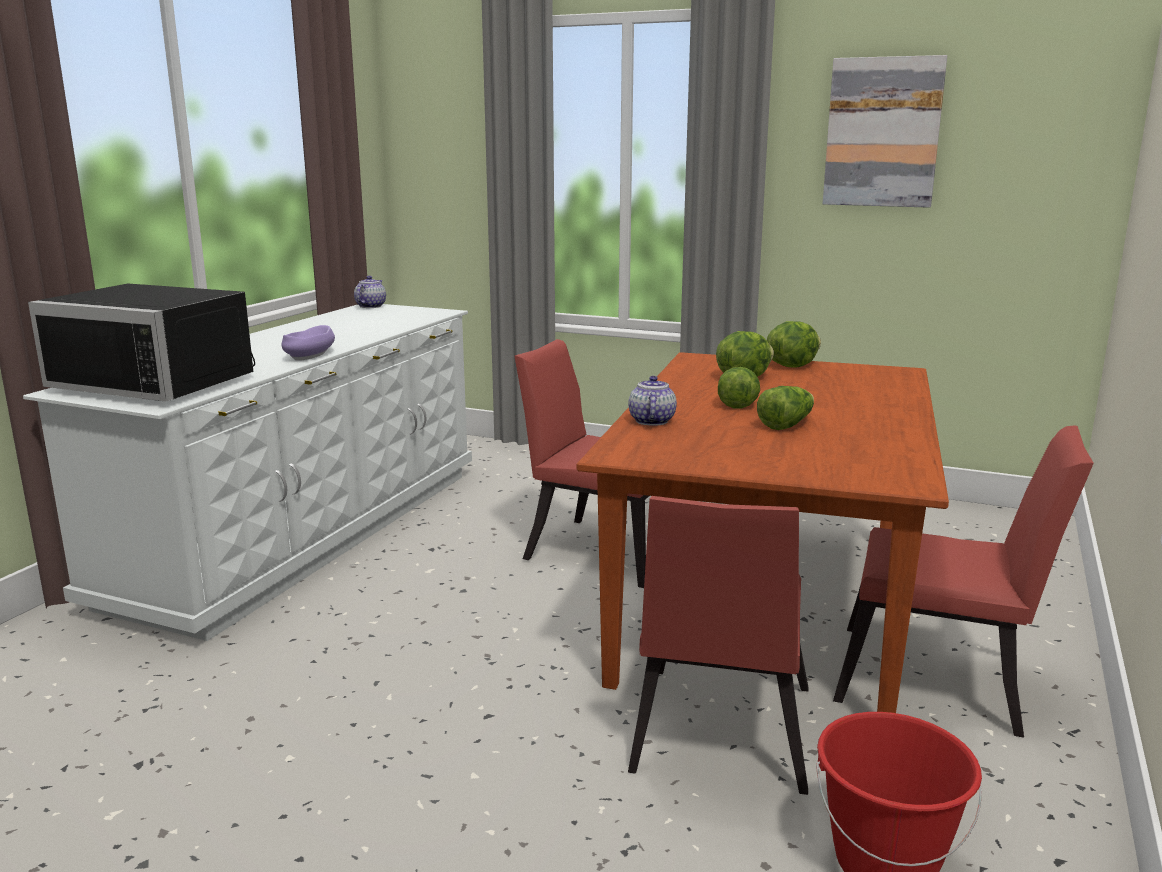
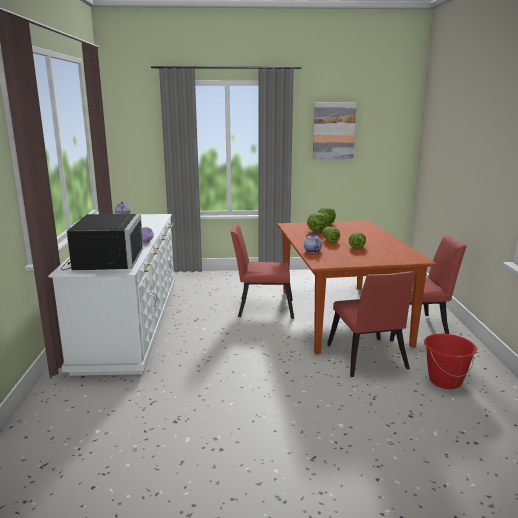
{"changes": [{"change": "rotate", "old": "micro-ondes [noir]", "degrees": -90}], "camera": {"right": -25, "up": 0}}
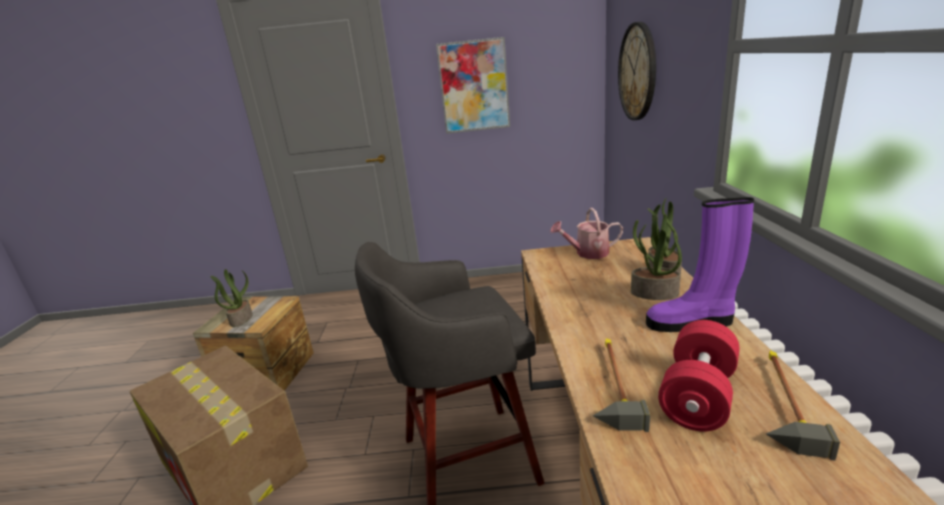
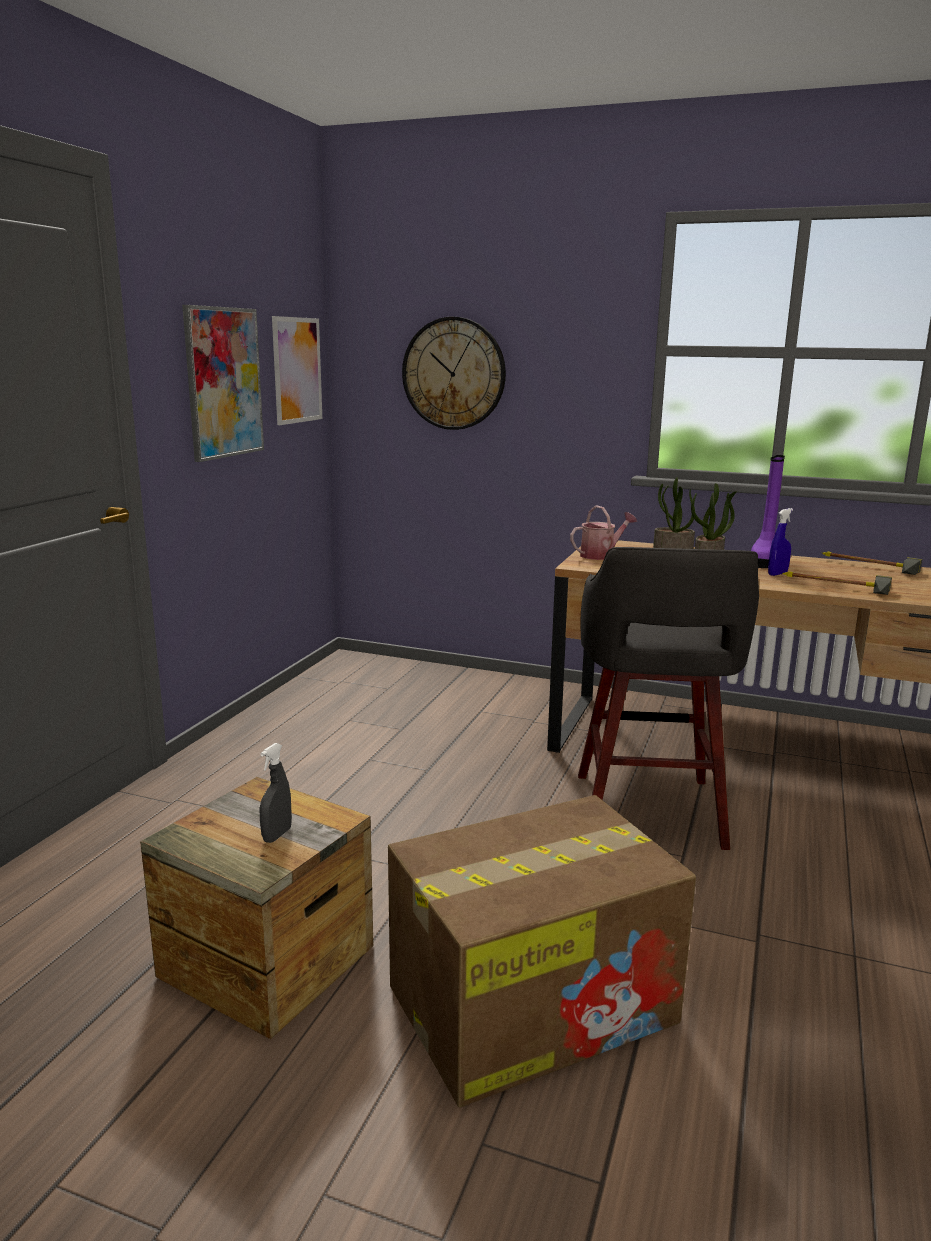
{"changes": [{"change": "replace", "old": "plante en pot (1st from left)", "new": "vaporisateur [gris]"}, {"change": "insert", "new": "tableau (2nd from left)"}, {"change": "rotate", "old": "arrosoir", "degrees": -135}, {"change": "insert", "new": "vaporisateur [bleu]"}, {"change": "delete", "old": "haltère [rouge]"}], "camera": {"right": -70, "up": -5}}
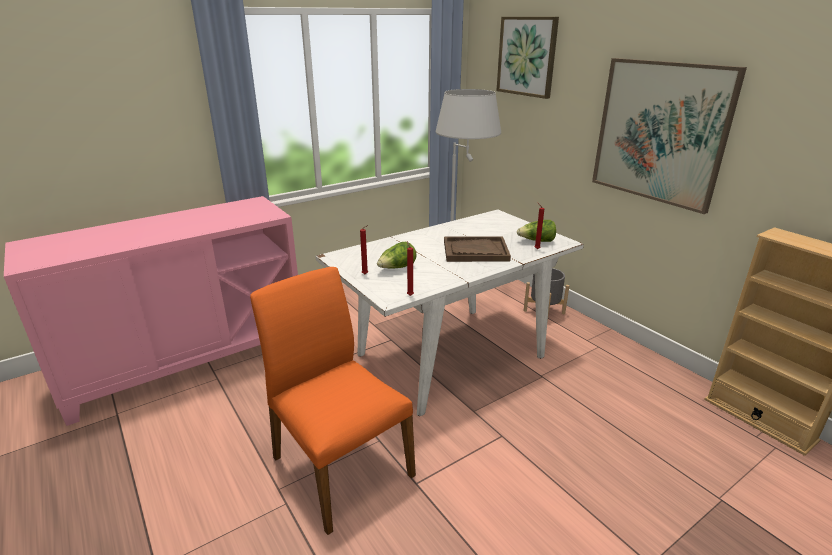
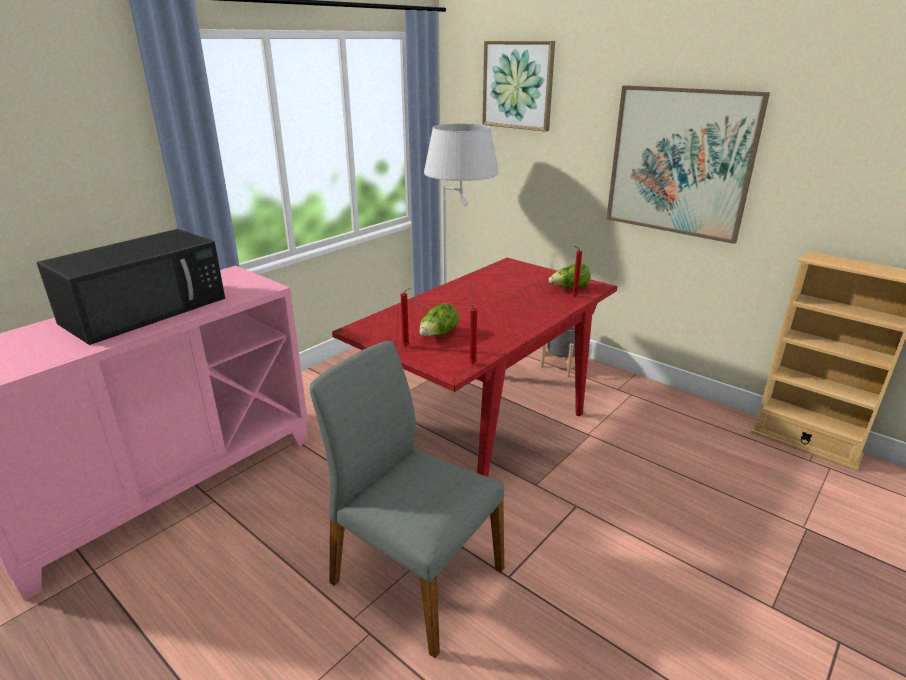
{"changes": [{"change": "insert", "new": "micro-ondes [noir]"}, {"change": "recolor", "old": "chaise [orange]", "new": "chaise [gris]"}, {"change": "recolor", "old": "table à manger [blanc]", "new": "table à manger [rouge]"}, {"change": "delete", "old": "plateau [marron]"}], "camera": {"right": -15, "up": 0}}
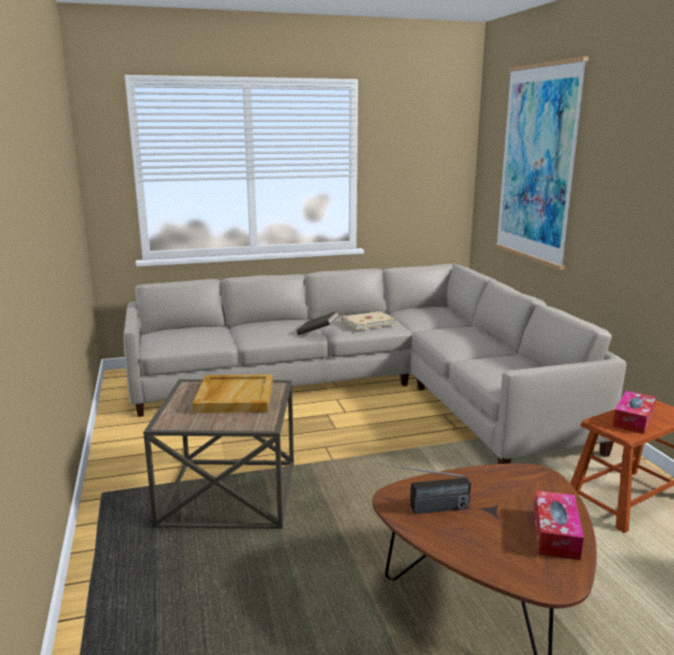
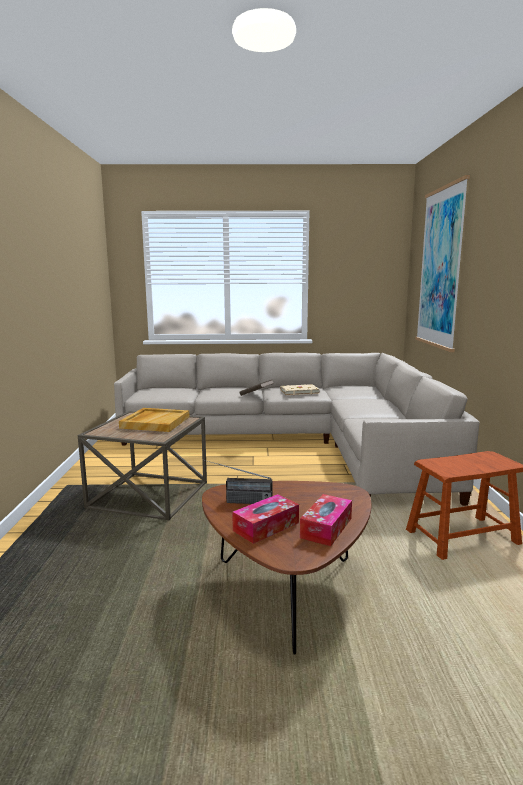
{"changes": [{"change": "move", "old": "boîte à mouchoirs (2nd from left in the first image)", "new": "boîte à mouchoirs (1st from left)"}], "camera": {"right": 15, "up": -5}}
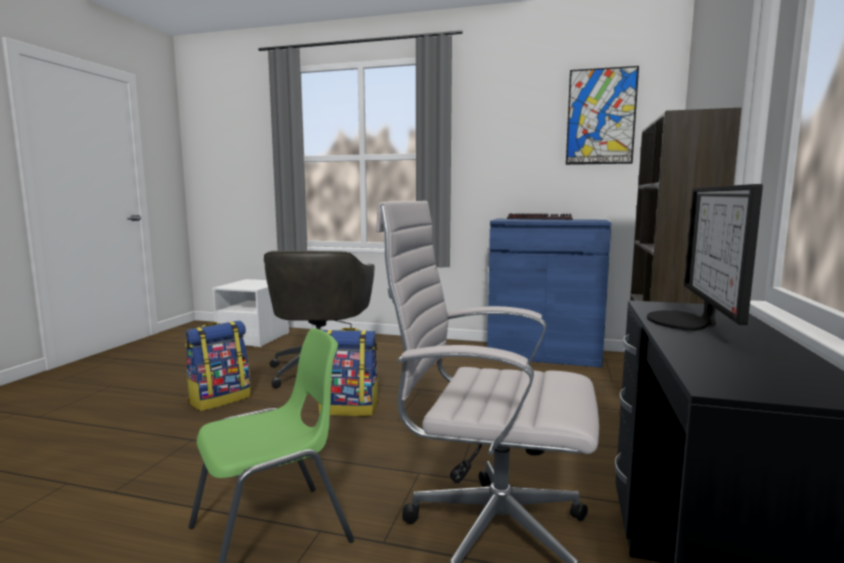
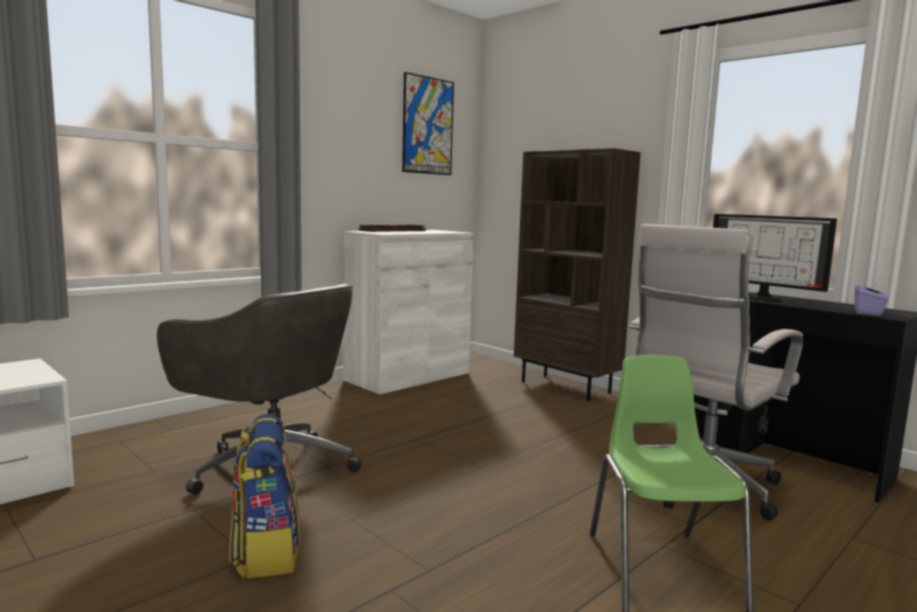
{"changes": [{"change": "recolor", "old": "meuble de rangement [bleu]", "new": "meuble de rangement [blanc]"}, {"change": "insert", "new": "boîte à mouchoirs [violet]"}, {"change": "delete", "old": "sac à dos (2nd from left)"}], "camera": {"right": -60, "up": 0}}
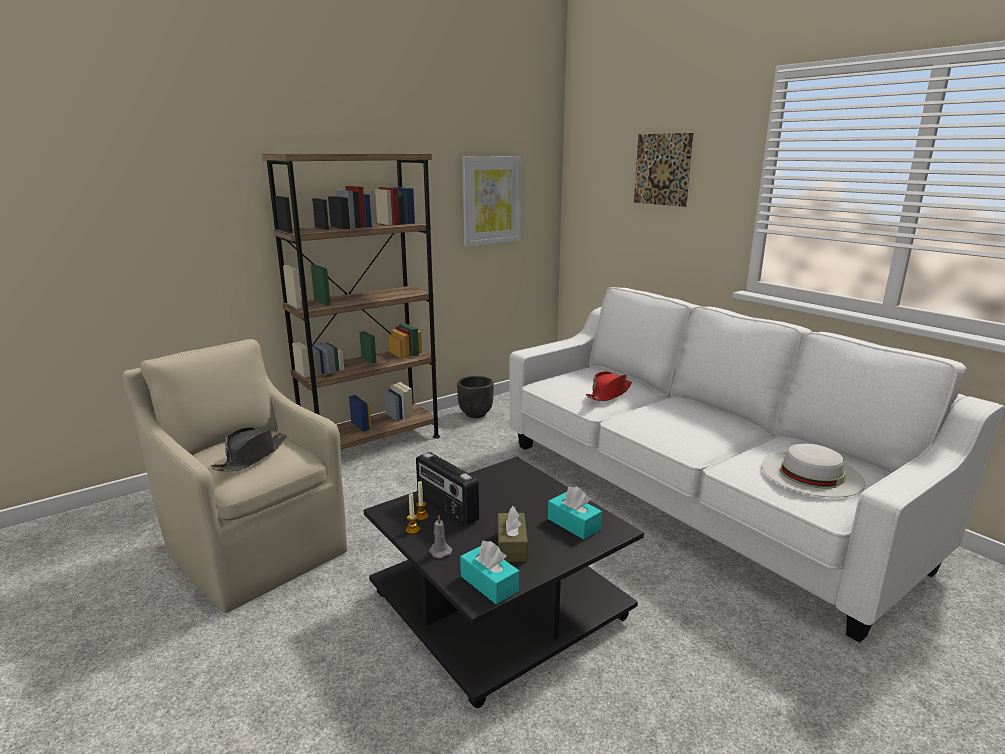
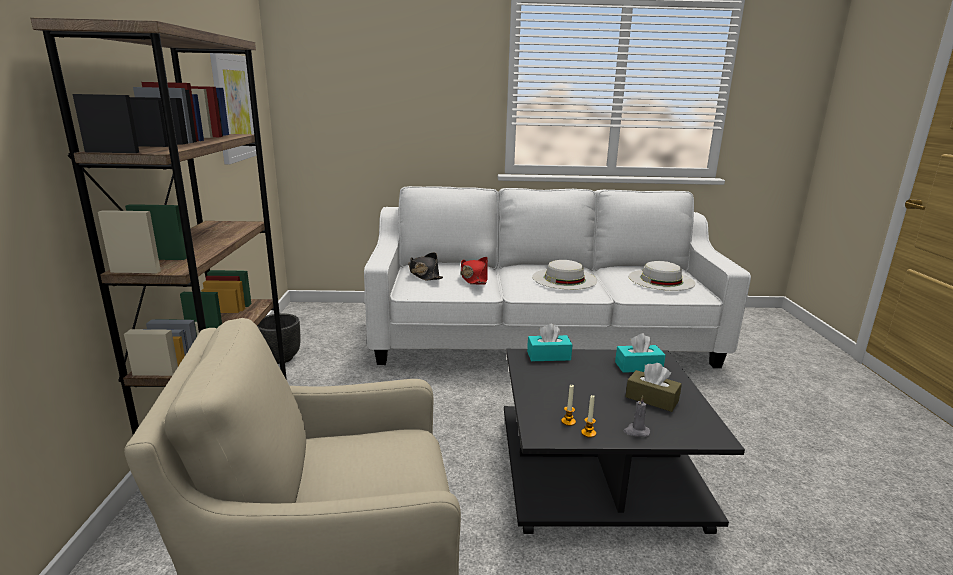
{"changes": [{"change": "move", "old": "chapeau [noir]"}, {"change": "move", "old": "boîte à mouchoirs [turquoise] (1st from left)"}, {"change": "insert", "new": "chapeau [blanc] (1st from left)"}, {"change": "delete", "old": "radio"}, {"change": "delete", "old": "tableau (2nd from left)"}], "camera": {"right": -55, "up": 0}}
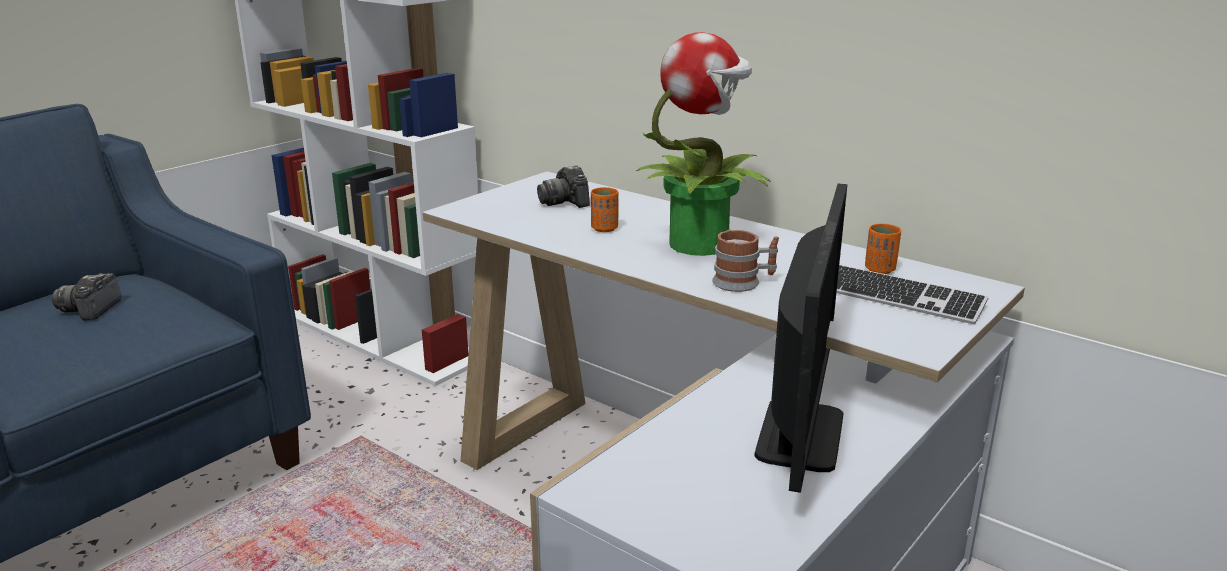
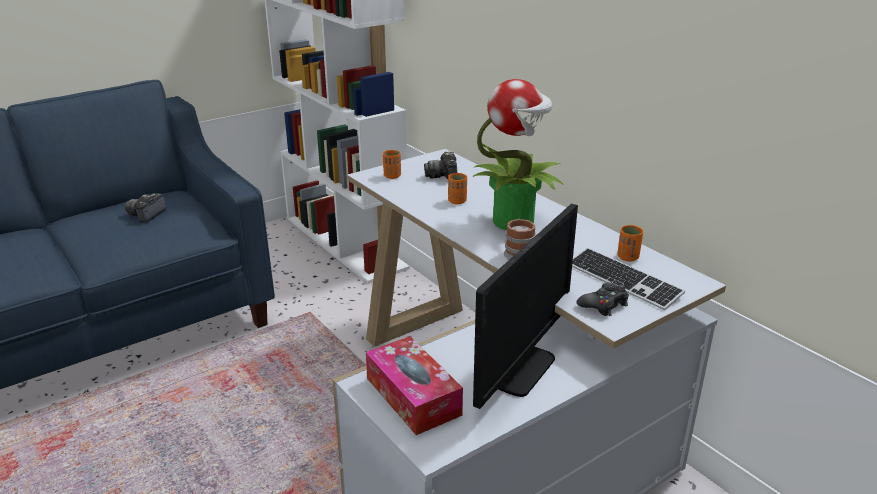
{"changes": [{"change": "insert", "new": "boîte à mouchoirs"}, {"change": "insert", "new": "tasse [orange] (1st from left)"}, {"change": "insert", "new": "manette [noir]"}], "camera": {"right": 15, "up": 5}}
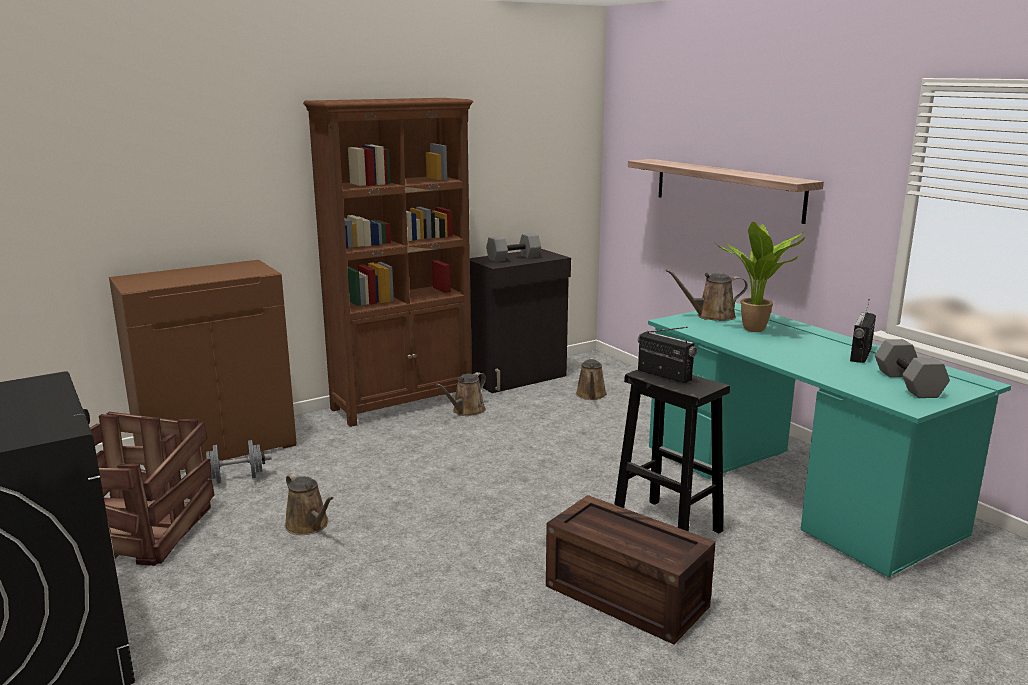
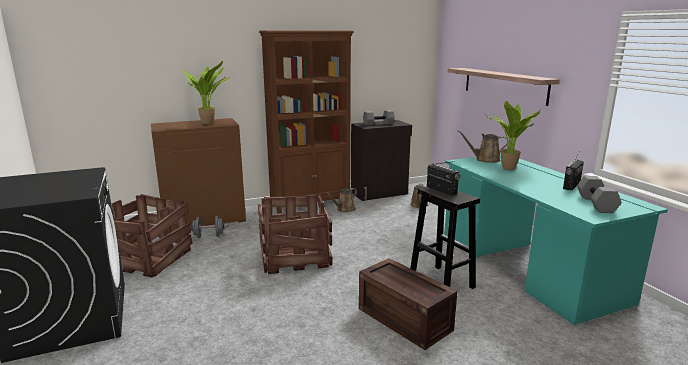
{"changes": [{"change": "insert", "new": "plante en pot (1st from left)"}, {"change": "insert", "new": "caisse (2nd from left)"}, {"change": "delete", "old": "arrosoir [marron] (1st from left)"}], "camera": {"right": 10, "up": 0}}
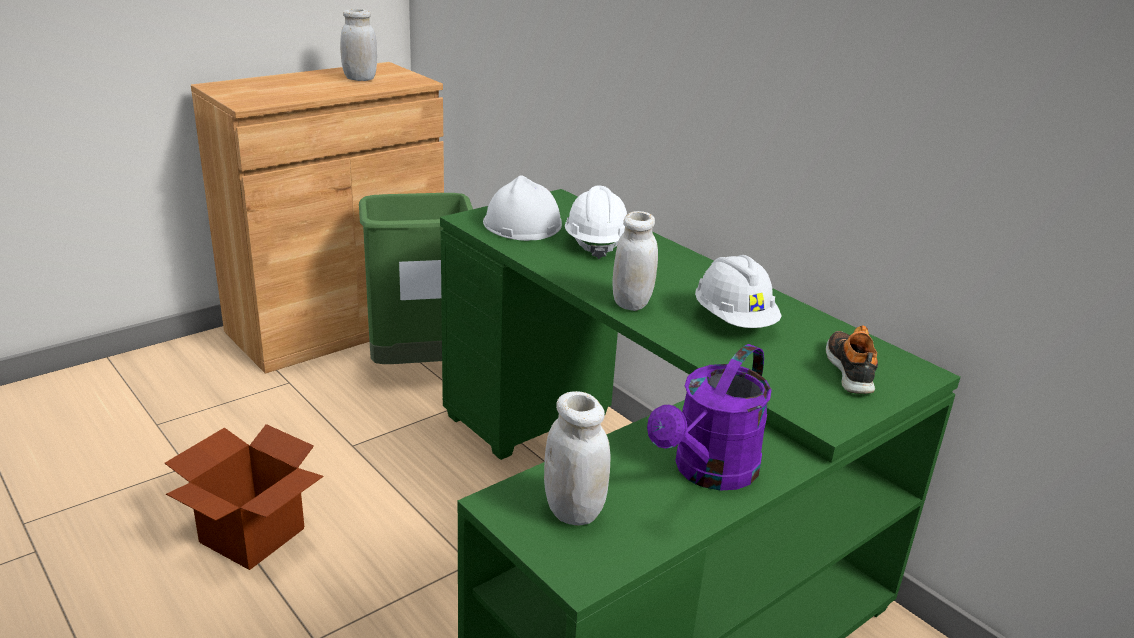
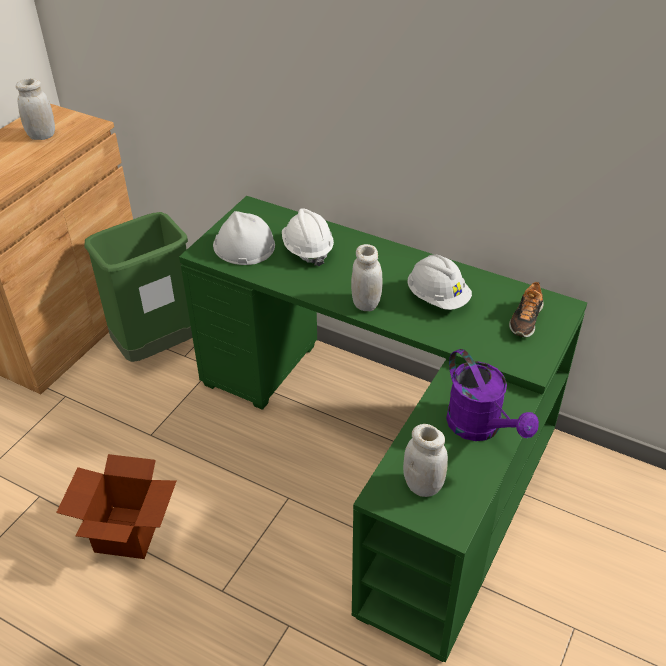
{"changes": [{"change": "rotate", "old": "arrosoir [violet]", "degrees": -45}, {"change": "rotate", "old": "chaussure", "degrees": -135}], "camera": {"right": -20, "up": 15}}
